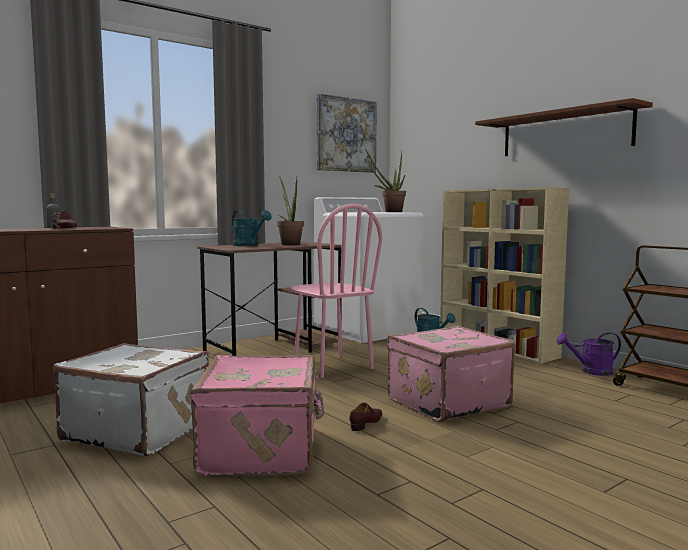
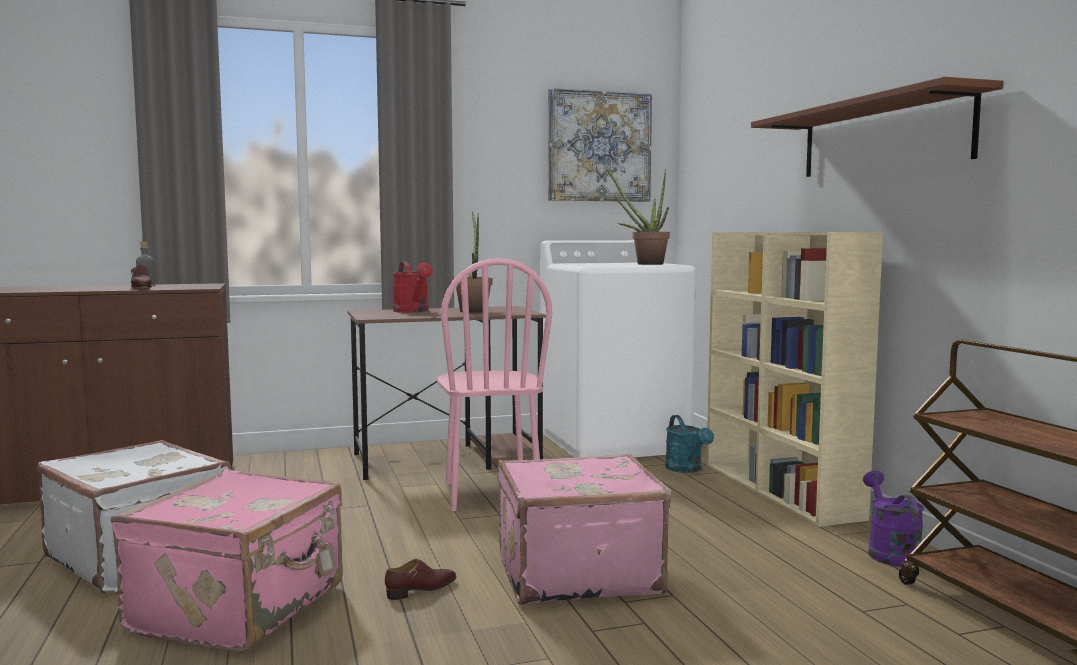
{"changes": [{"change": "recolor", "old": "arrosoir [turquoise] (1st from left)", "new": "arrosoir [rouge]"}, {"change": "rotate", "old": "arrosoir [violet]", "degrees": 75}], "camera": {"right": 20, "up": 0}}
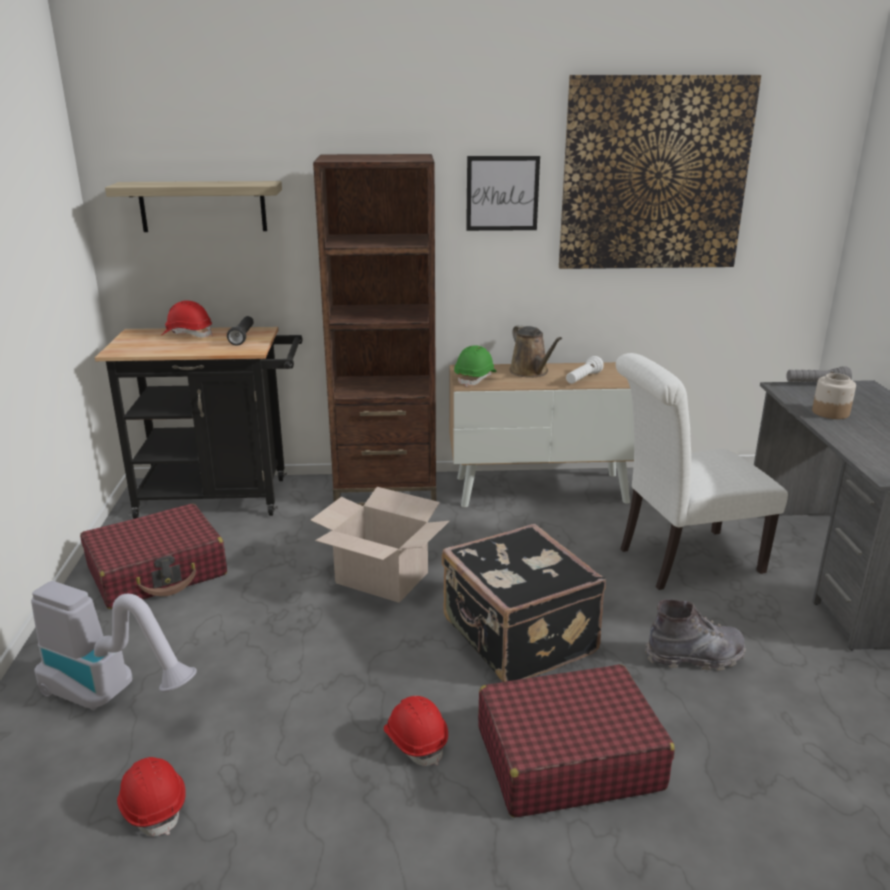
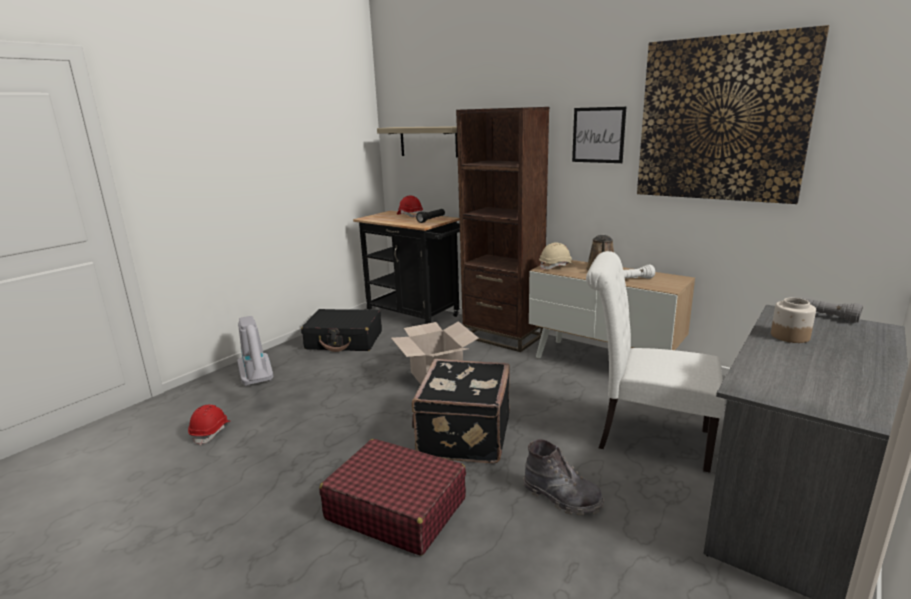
{"changes": [{"change": "recolor", "old": "valise [rouge] (1st from left)", "new": "valise [noir] (1st from left)"}, {"change": "recolor", "old": "casque de chantier [vert]", "new": "casque de chantier [beige]"}, {"change": "delete", "old": "casque de chantier [rouge] (3rd from left)"}], "camera": {"right": 40, "up": -5}}
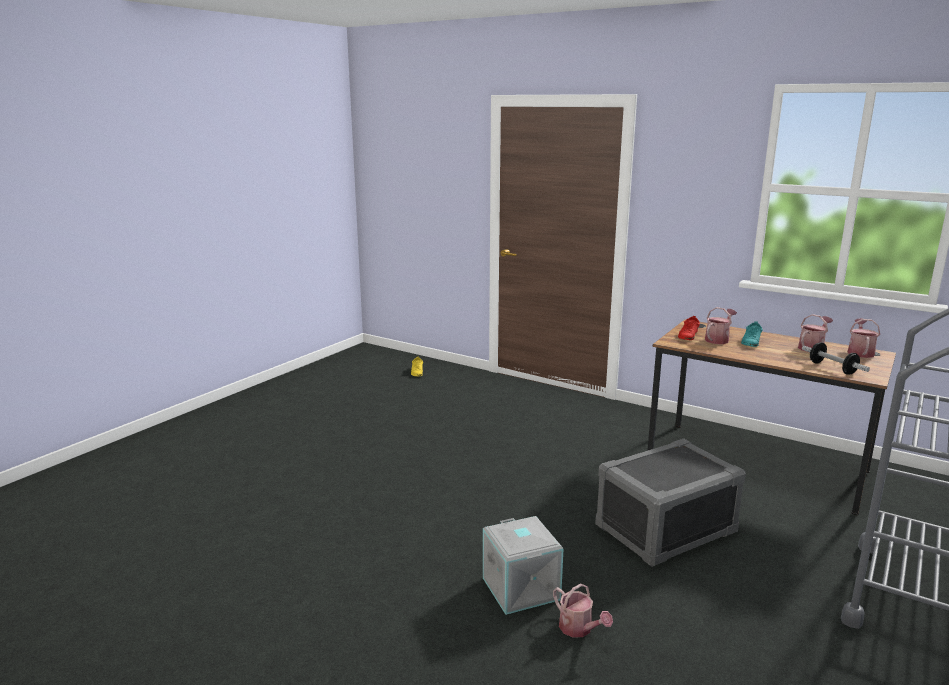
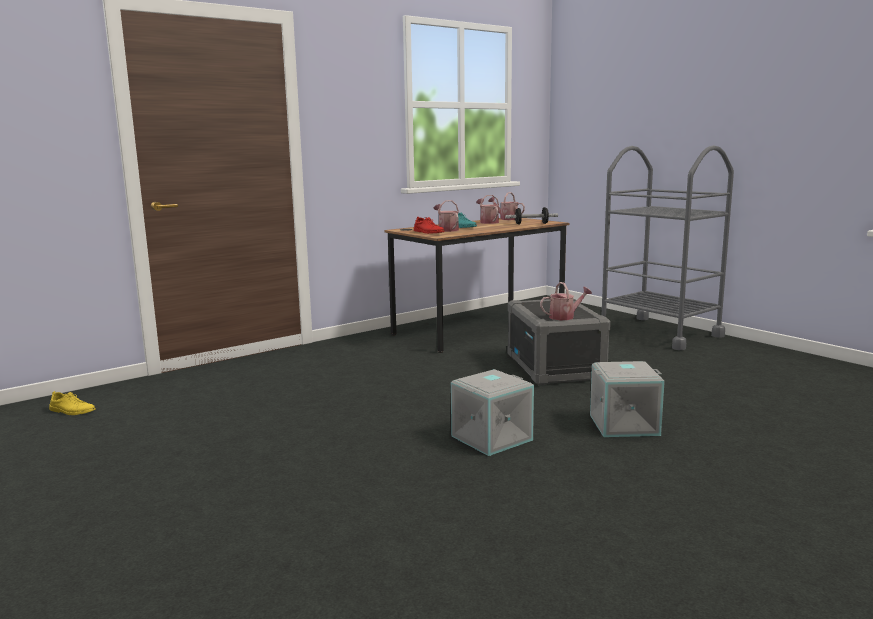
{"changes": [{"change": "insert", "new": "boîte de rangement [gris] (1st from left)"}, {"change": "move", "old": "arrosoir (1st from left in the first image)", "new": "arrosoir (4th from left)"}], "camera": {"right": -70, "up": -5}}
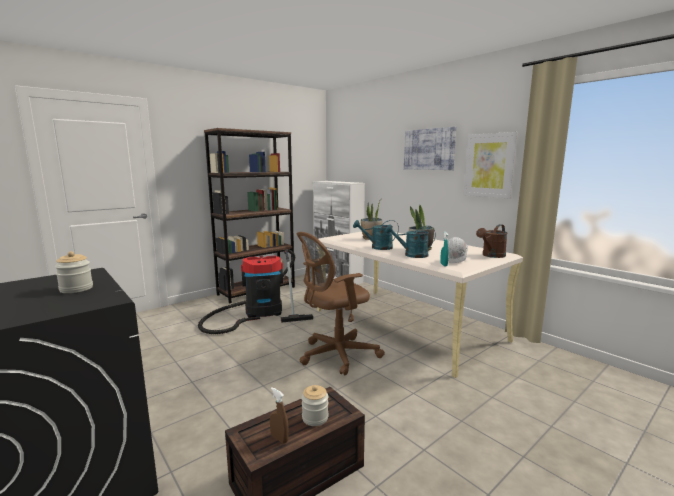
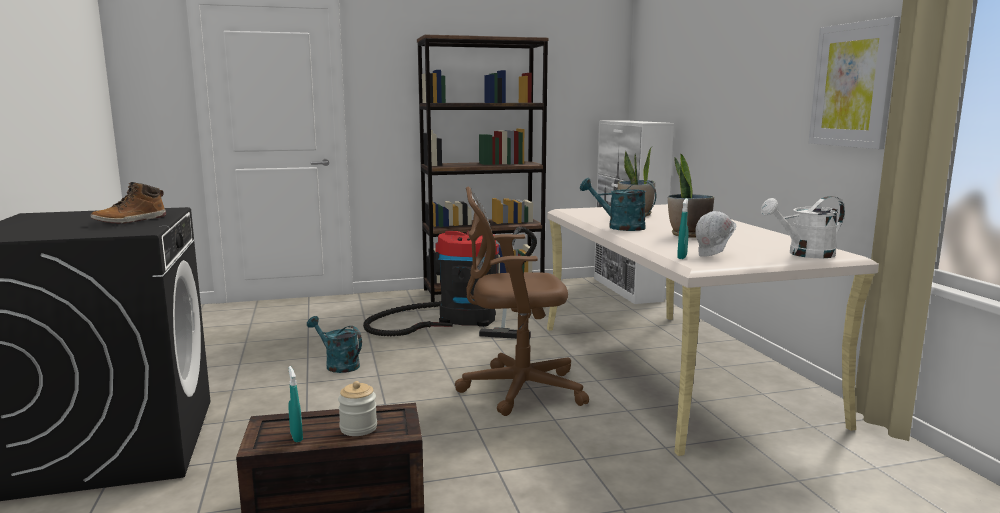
{"changes": [{"change": "replace", "old": "bocal (1st from left)", "new": "botte"}, {"change": "recolor", "old": "vaporisateur [marron]", "new": "vaporisateur [turquoise] (1st from left)"}, {"change": "move", "old": "arrosoir [turquoise] (2nd from left in the first image)", "new": "arrosoir [turquoise] (1st from left)"}, {"change": "recolor", "old": "arrosoir [marron]", "new": "arrosoir [blanc]"}, {"change": "delete", "old": "tableau (1st from left)"}], "camera": {"right": 25, "up": 0}}
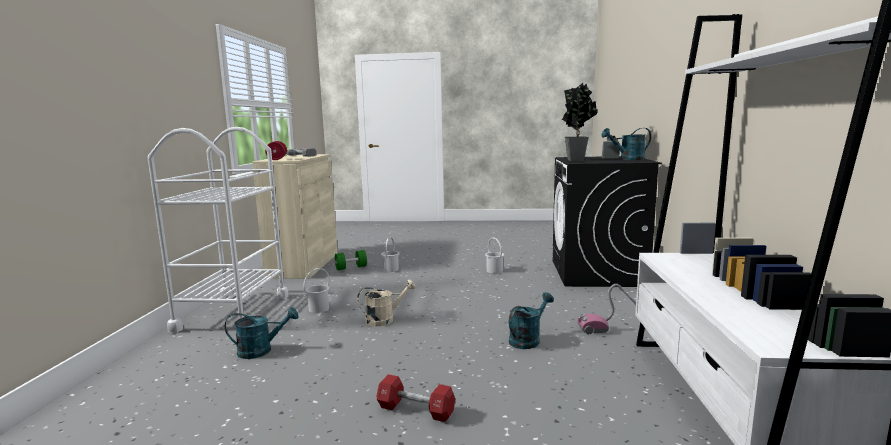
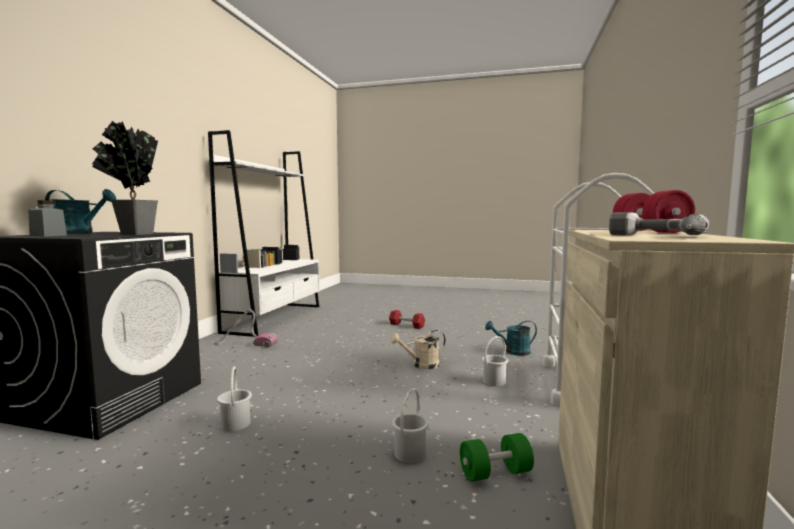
{"changes": [{"change": "delete", "old": "arrosoir [turquoise] (2nd from left)"}], "camera": {"right": -170, "up": -5}}
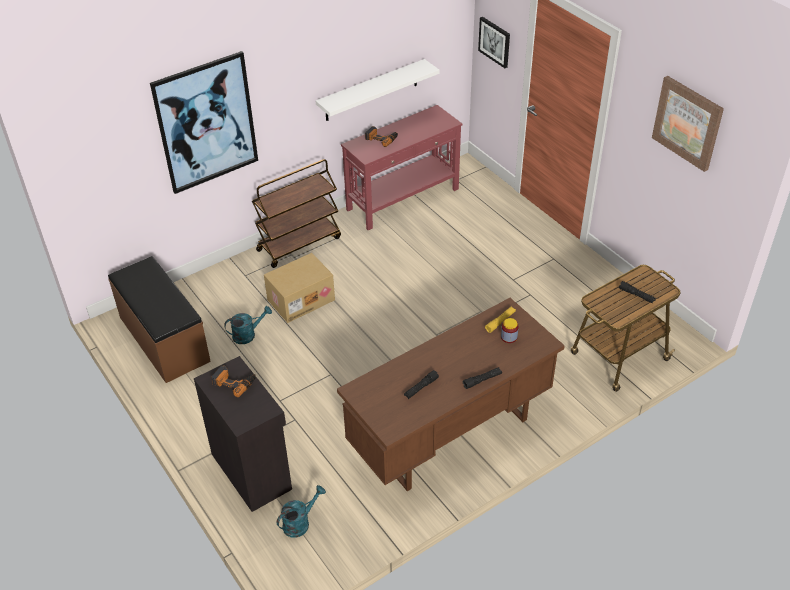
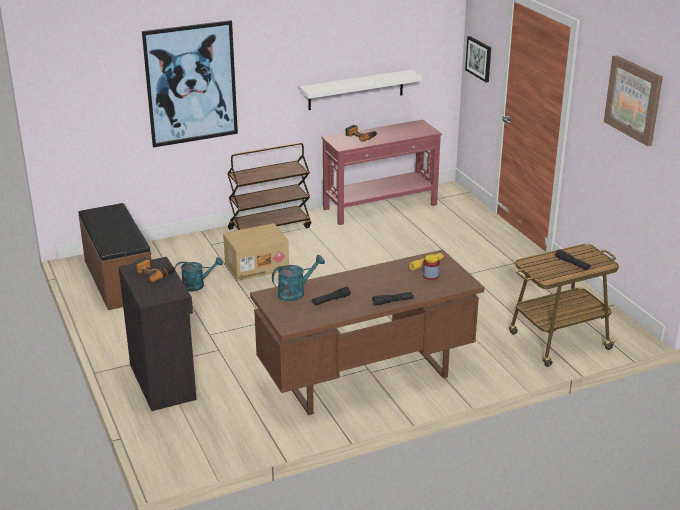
{"changes": [{"change": "move", "old": "arrosoir [turquoise] (2nd from left)"}], "camera": {"right": 10, "up": -15}}
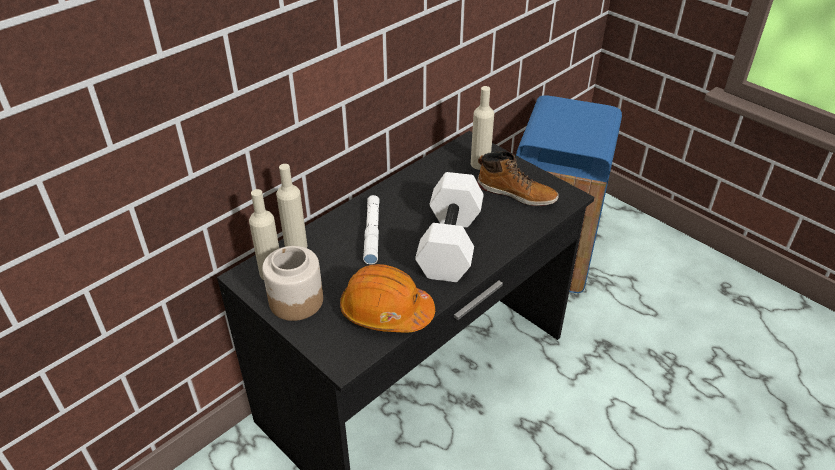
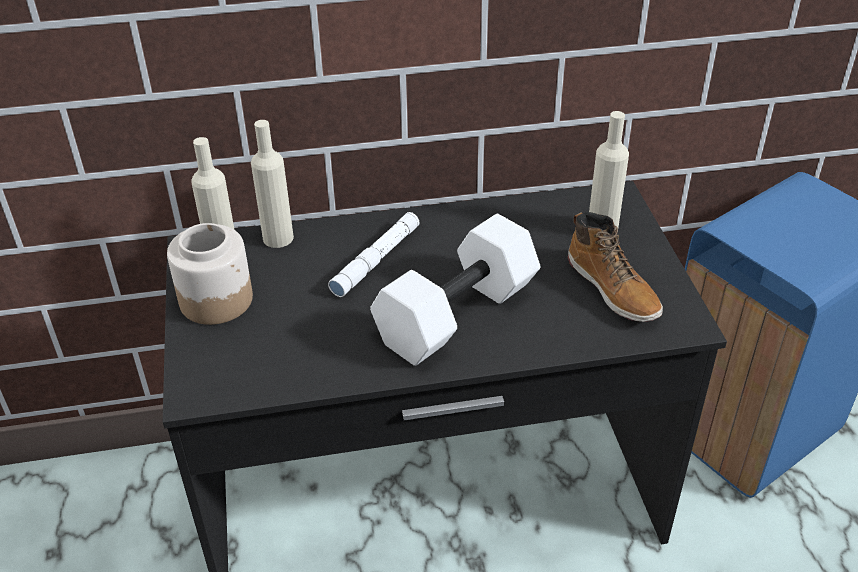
{"changes": [{"change": "delete", "old": "casque de chantier [orange]"}], "camera": {"right": 35, "up": 0}}
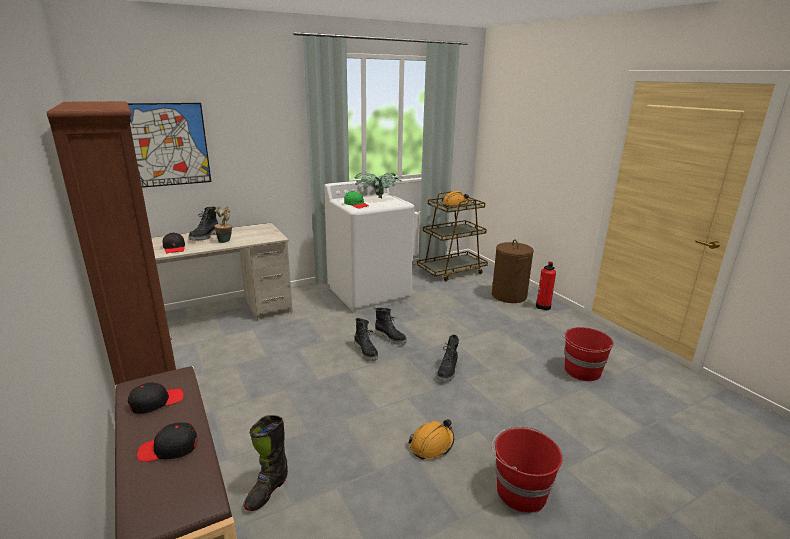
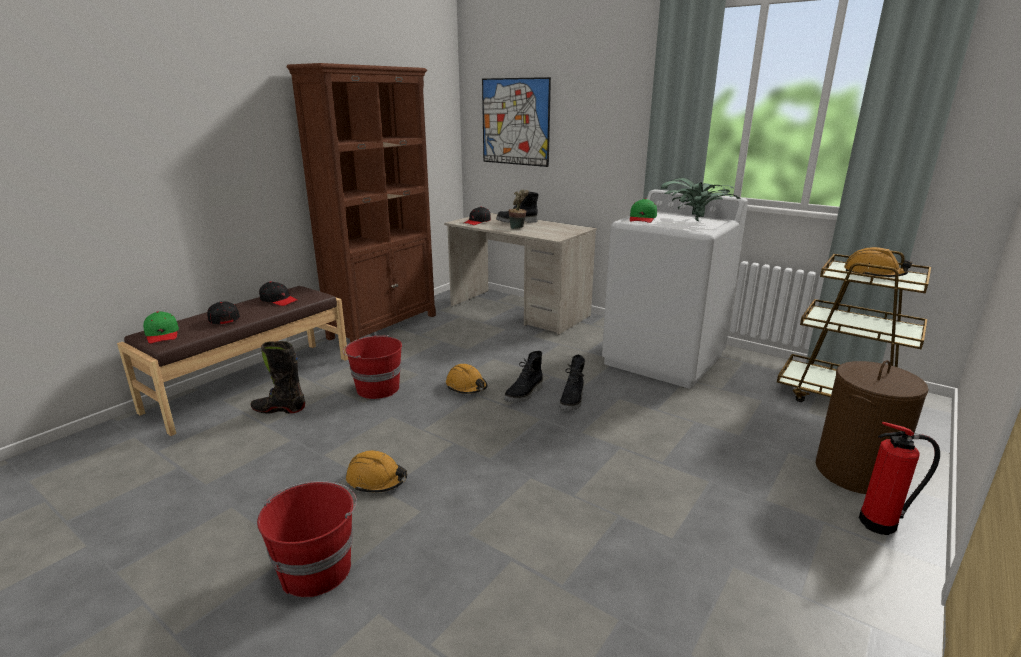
{"changes": [{"change": "insert", "new": "casquette [vert] (1st from left)"}, {"change": "move", "old": "seau [rouge] (2nd from left)"}, {"change": "insert", "new": "casque de chantier [orange] (2nd from left)"}, {"change": "delete", "old": "botte [noir] (5th from left)"}], "camera": {"right": 65, "up": 0}}
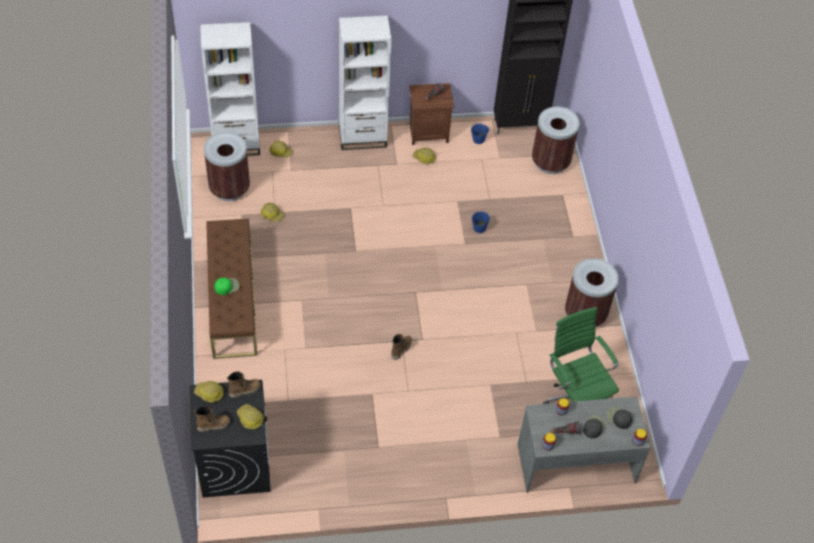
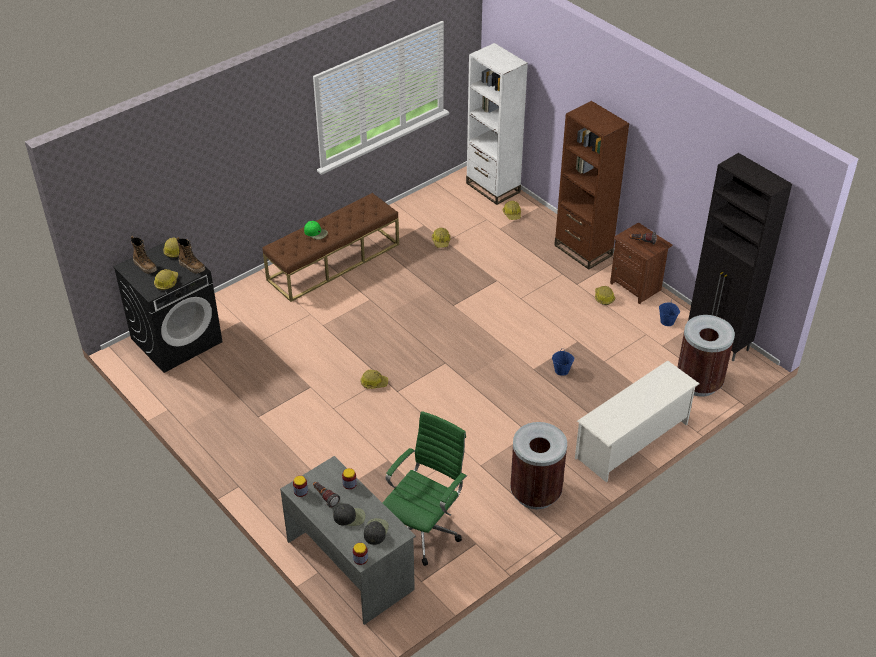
{"changes": [{"change": "replace", "old": "botte (3rd from left)", "new": "casque de chantier (3rd from left)"}, {"change": "recolor", "old": "bibliothèque [blanc] (2nd from left)", "new": "bibliothèque [marron]"}, {"change": "insert", "new": "étagère à chaussures [blanc]"}, {"change": "delete", "old": "poubelle [marron] (1st from left)"}], "camera": {"right": 60, "up": -10}}
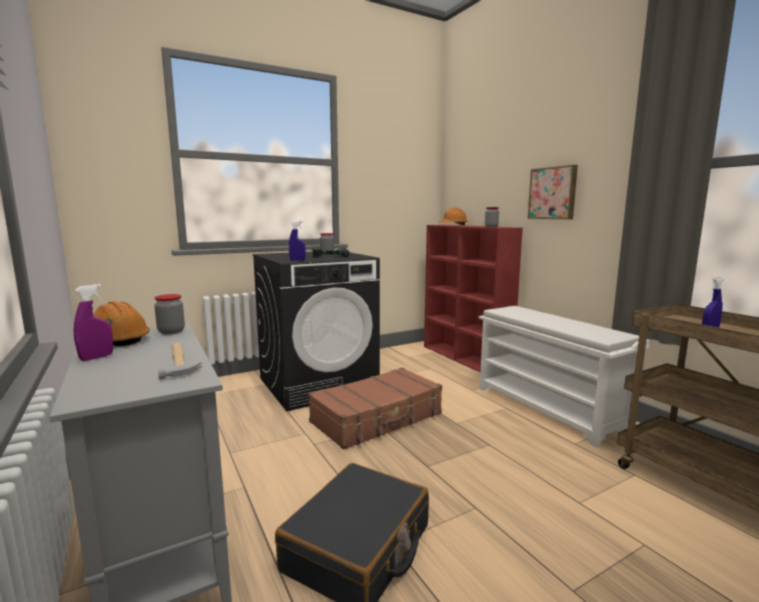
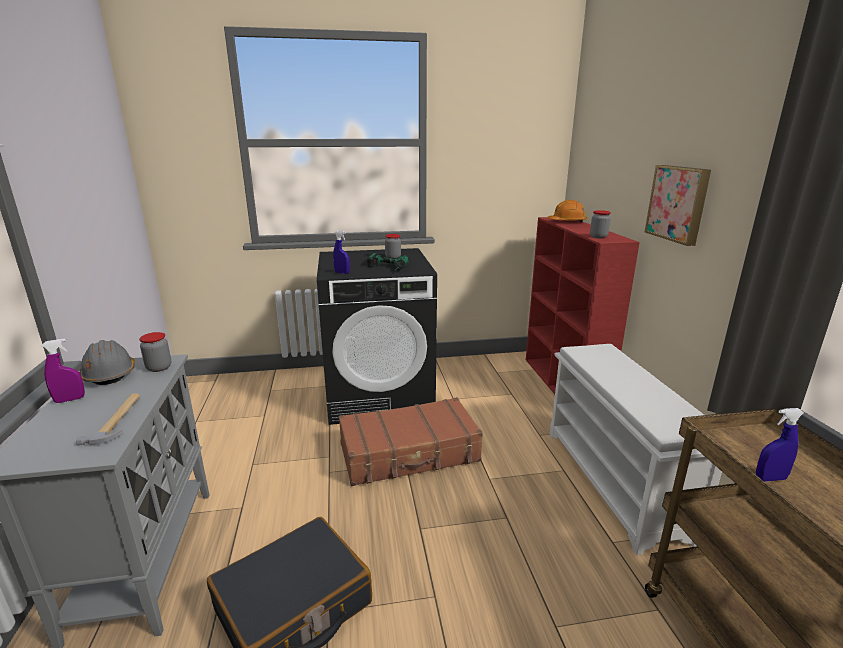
{"changes": [{"change": "recolor", "old": "casque de chantier [orange] (1st from left)", "new": "casque de chantier [gris]"}], "camera": {"right": 20, "up": 10}}
